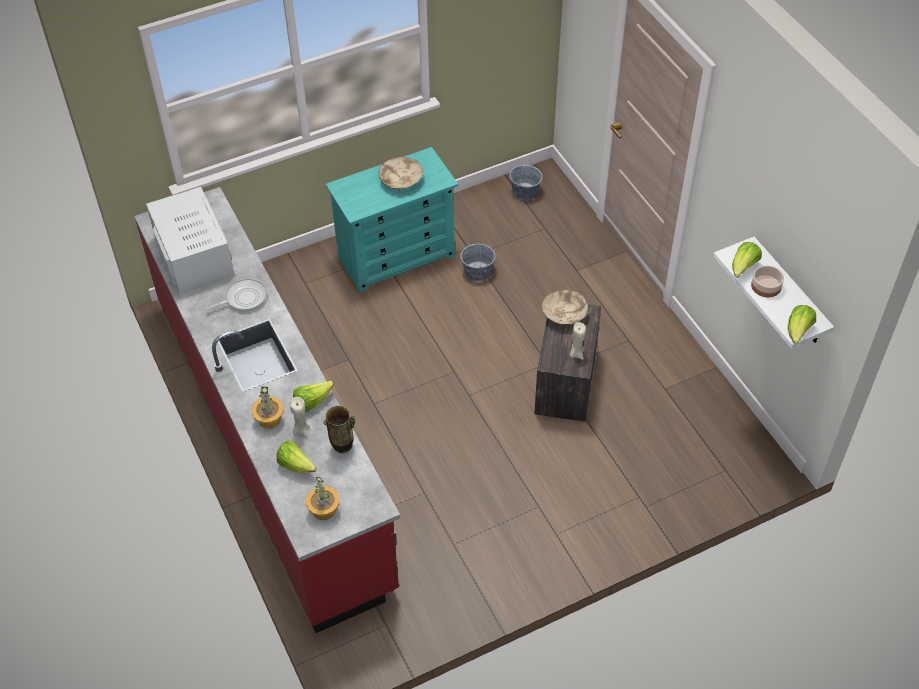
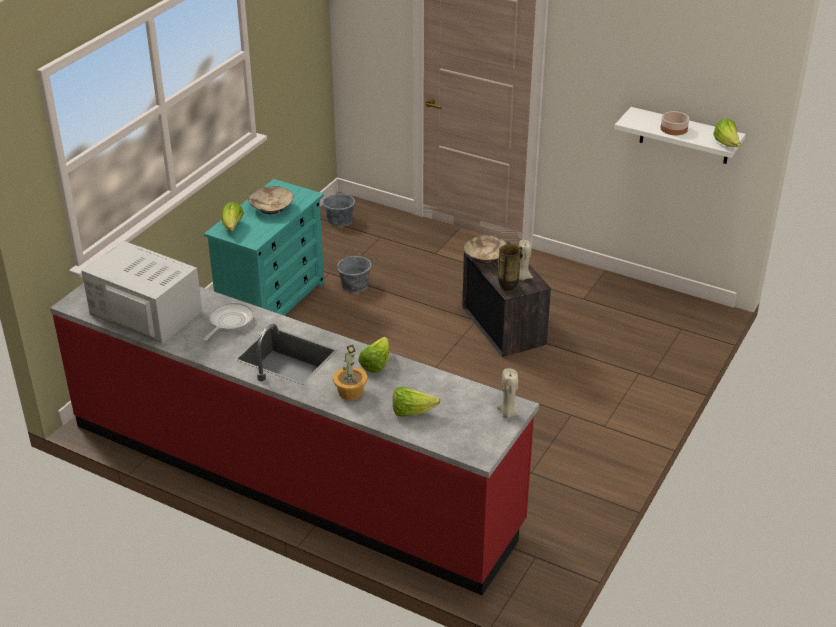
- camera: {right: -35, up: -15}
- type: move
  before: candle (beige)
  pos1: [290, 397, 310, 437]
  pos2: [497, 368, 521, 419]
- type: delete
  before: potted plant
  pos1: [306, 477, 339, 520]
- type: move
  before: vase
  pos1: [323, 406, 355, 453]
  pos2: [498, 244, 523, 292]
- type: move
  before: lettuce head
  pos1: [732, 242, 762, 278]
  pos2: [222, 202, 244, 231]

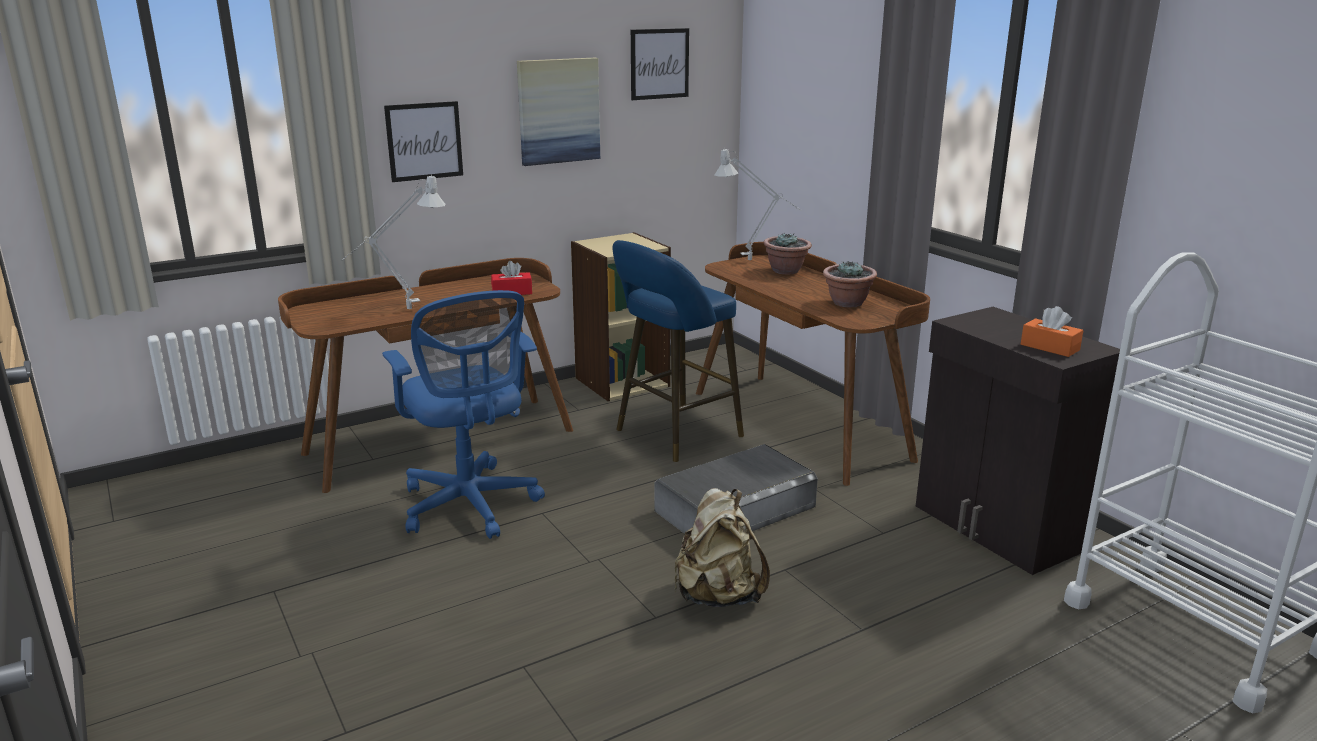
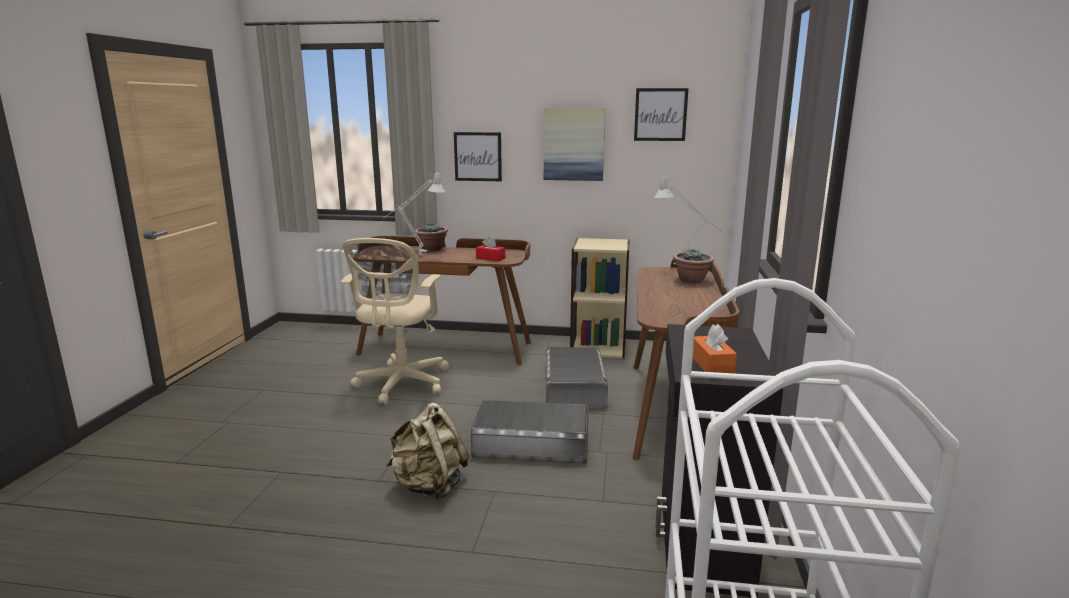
- camera: {right: 40, up: -5}
- type: recolor
  before: office chair (bluish)
  after: office chair (beige)
  pos1: [382, 290, 545, 539]
  pos2: [341, 238, 449, 404]
- type: replace
  before: sitting stool (bluish)
  after: storage box (grey)
  pos1: [613, 240, 744, 462]
  pos2: [546, 347, 608, 408]
- type: move
  before: potted plant
  pos1: [823, 261, 877, 308]
  pos2: [415, 223, 448, 252]

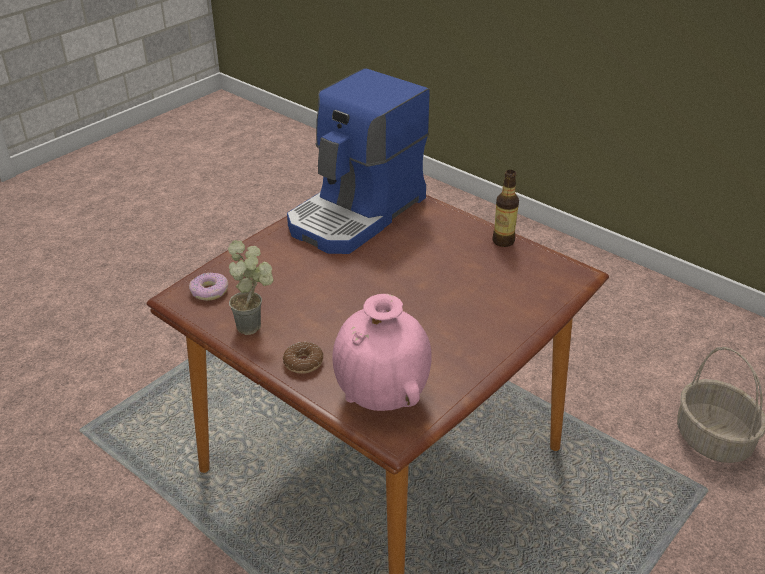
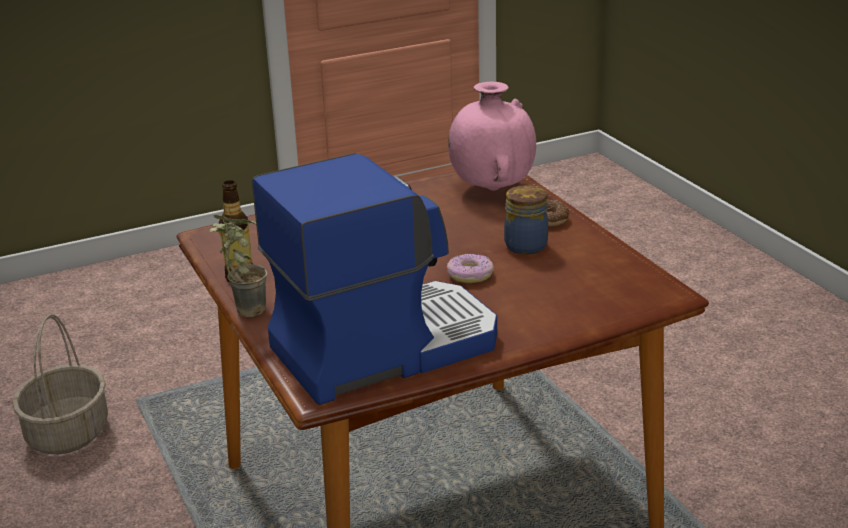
- camera: {right: -155, up: -10}
- type: move
  before: donut
  pos1: [189, 273, 228, 301]
  pos2: [447, 254, 494, 283]
- type: move
  before: potted plant
  pos1: [228, 240, 274, 335]
  pos2: [210, 215, 267, 317]
- type: insert
  after: storage jar
  pos2: [504, 185, 548, 254]

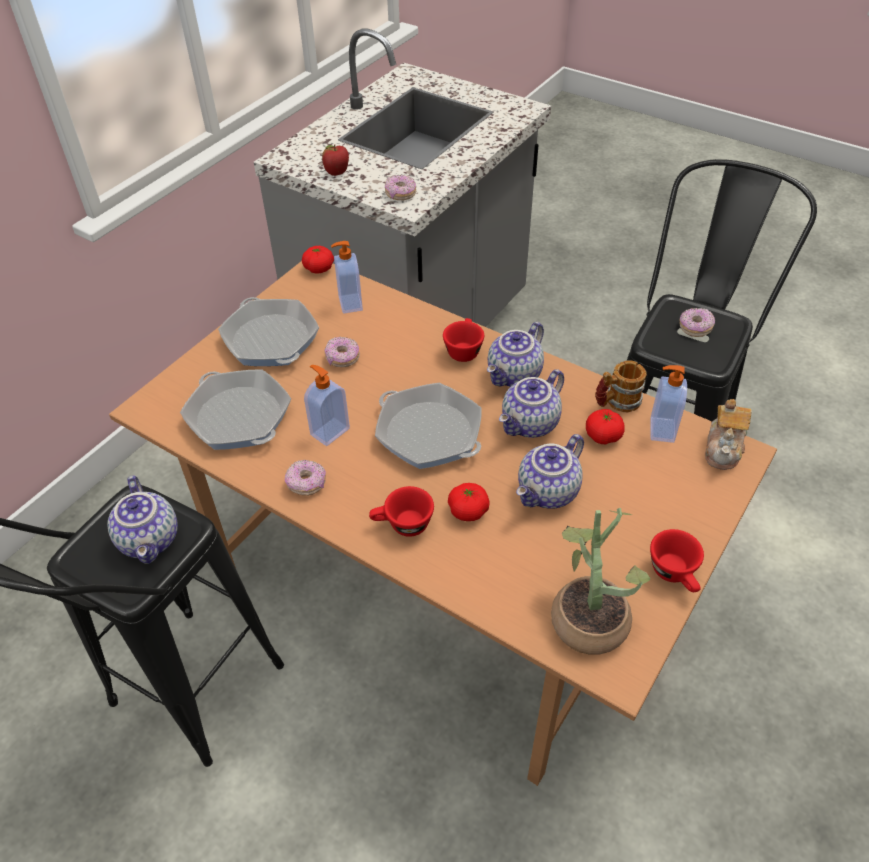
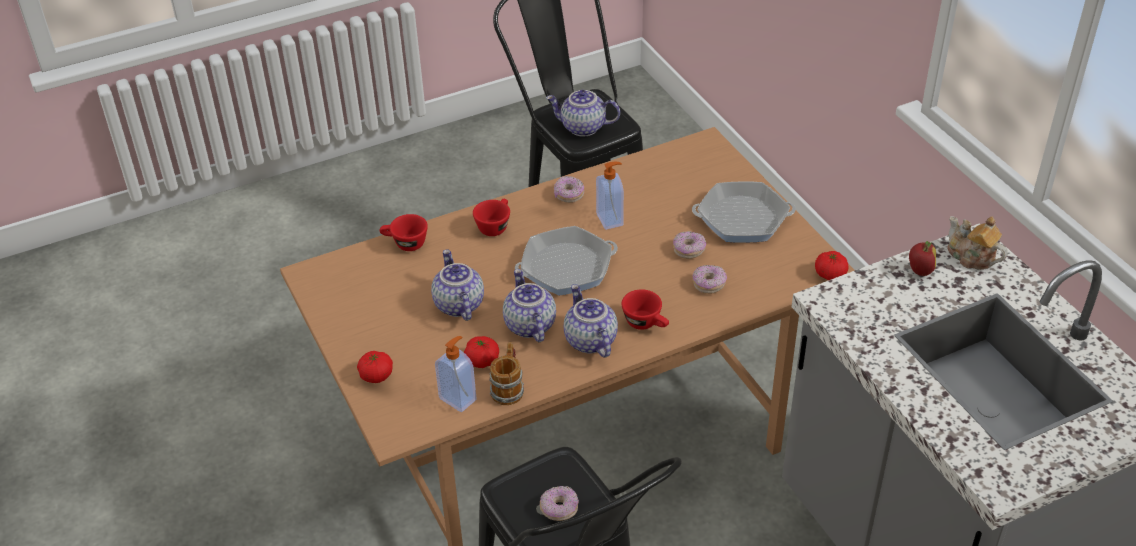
- camera: {right: 120, up: -5}
- type: delete
  before: skillet
  pos1: [180, 369, 291, 450]
- type: delete
  before: liquid soap bottle
  pos1: [331, 241, 363, 314]
- type: move
  before: donut
  pos1: [385, 175, 416, 200]
  pos2: [693, 265, 727, 294]
- type: move
  before: tomato
  pos1: [448, 483, 490, 521]
  pos2: [357, 351, 393, 383]
- type: delete
  before: potted plant
  pos1: [551, 508, 651, 655]
- type: move
  before: cup (reddish)
  pos1: [650, 529, 704, 592]
  pos2: [379, 214, 428, 251]
- type: move
  before: tea pot
  pos1: [705, 399, 751, 470]
  pos2: [947, 216, 1008, 270]

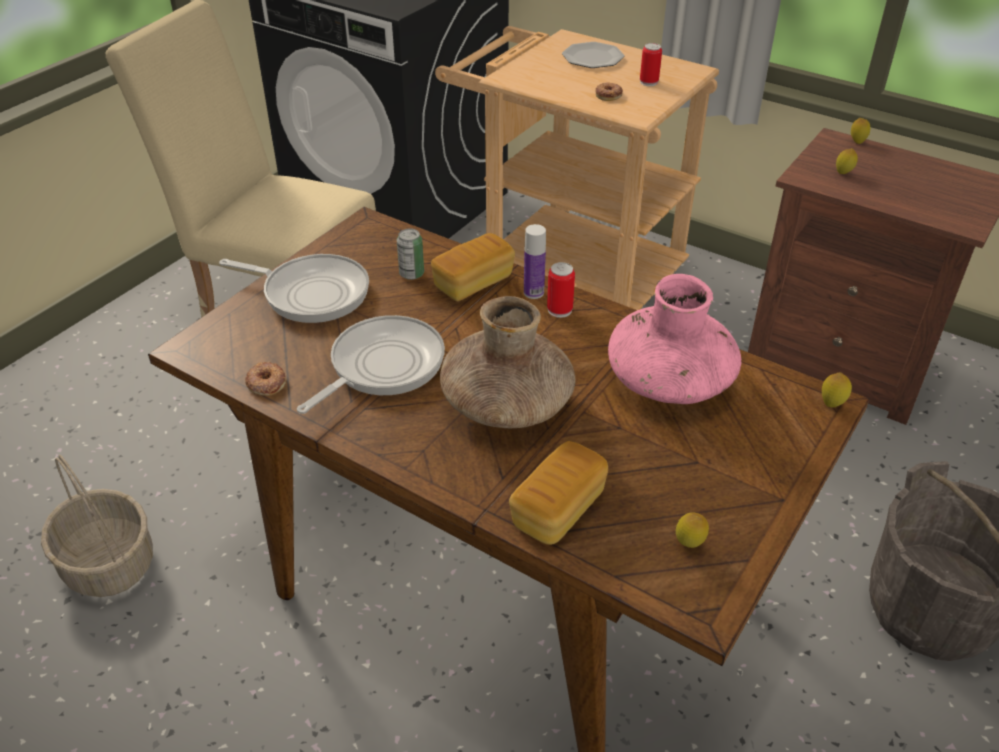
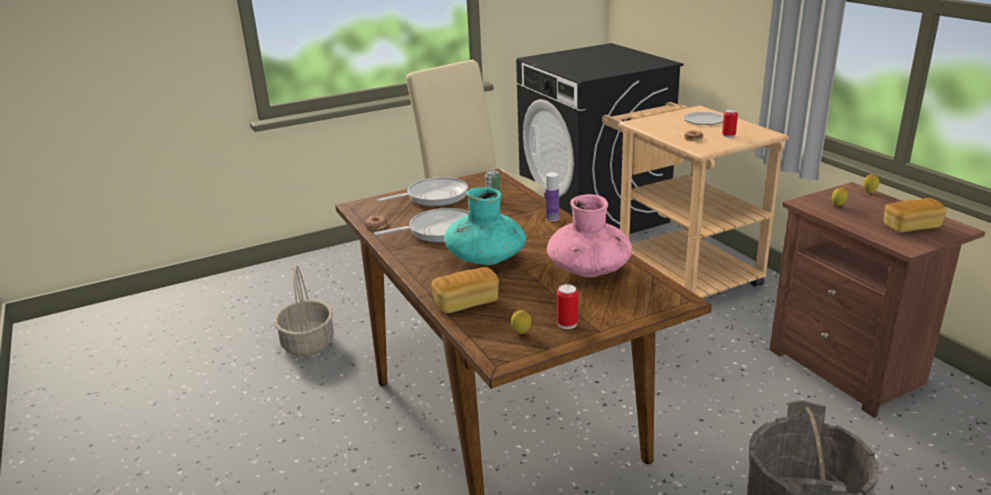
- camera: {right: 30, up: -15}
- type: rotate
  before: skillet
  pos1: [219, 254, 369, 323]
  pos2: [377, 177, 468, 206]
  turn: -75
- type: move
  before: bread
  pos1: [431, 233, 515, 301]
  pos2: [884, 198, 947, 233]
- type: recolor
  before: vase (brownish)
  after: vase (turquoise-coloured)
  pos1: [440, 296, 576, 428]
  pos2: [444, 187, 526, 265]
- type: move
  before: can
  pos1: [547, 262, 575, 318]
  pos2: [557, 284, 578, 329]
- type: delete
  before: lemon
  pos1: [822, 372, 852, 408]

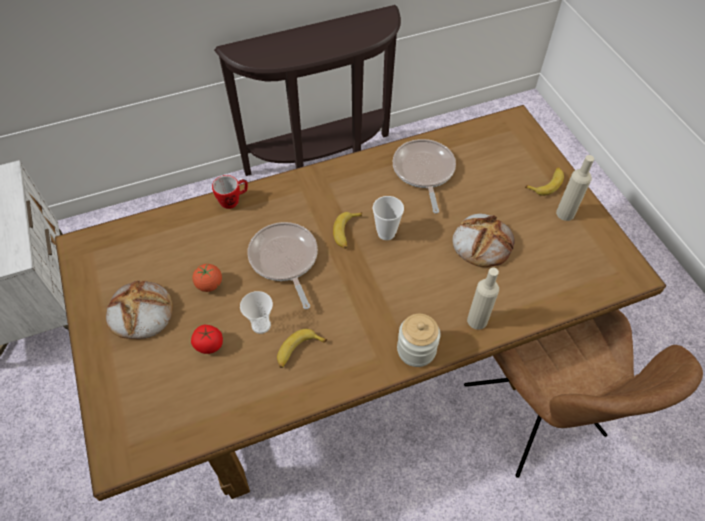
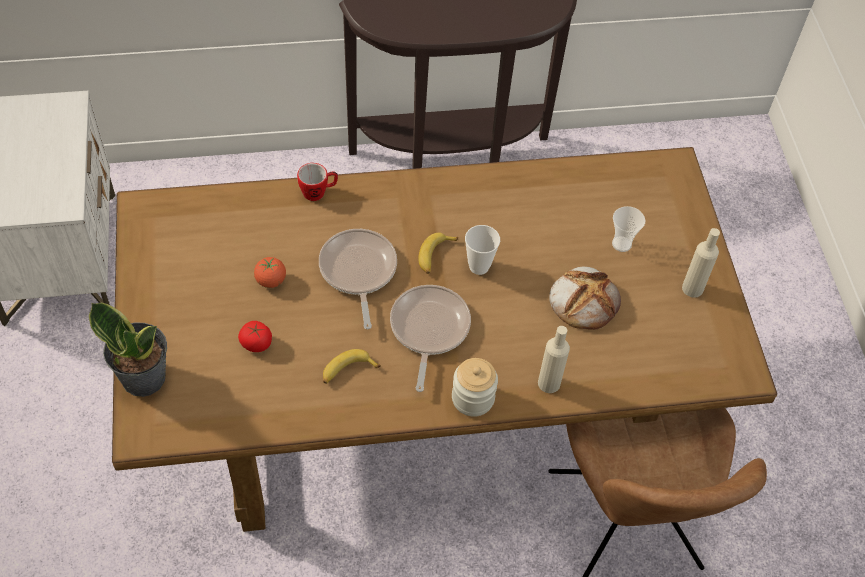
- camera: {right: 10, up: 0}
- type: delete
  before: bread
  pos1: [106, 280, 173, 339]
- type: move
  before: cup
  pos1: [240, 291, 273, 334]
  pos2: [612, 206, 645, 252]
- type: move
  before: skillet
  pos1: [393, 139, 456, 214]
  pos2: [390, 285, 471, 392]
- type: delete
  before: banana
  pos1: [525, 167, 564, 196]
- type: insert
  after: potted plant
  pos2: [89, 303, 167, 397]

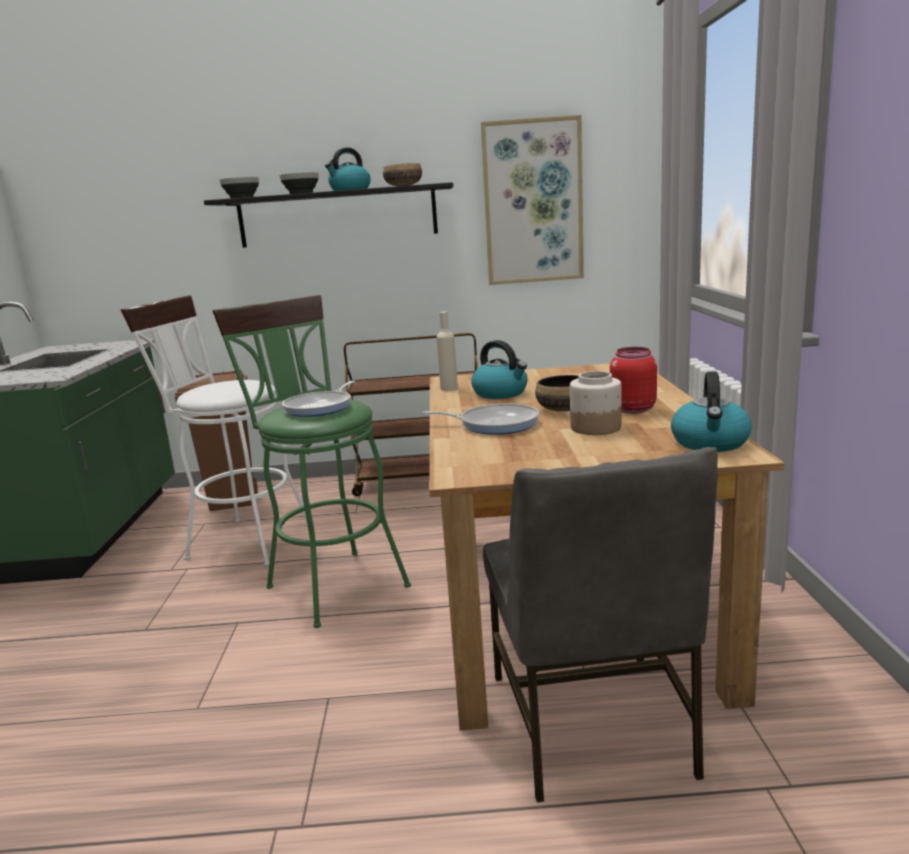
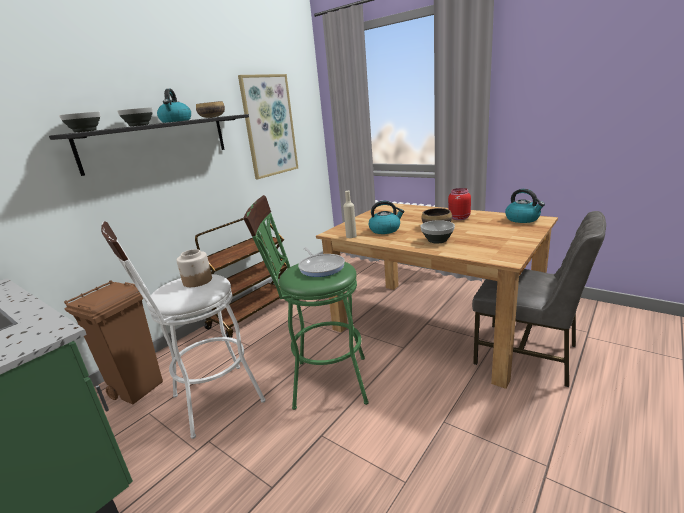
- camera: {right: -50, up: 5}
- type: replace
  before: skillet
  after: deep dish
  pos1: [422, 404, 539, 435]
  pos2: [421, 220, 455, 243]
- type: move
  before: storage jar
  pos1: [570, 371, 622, 435]
  pos2: [176, 249, 212, 287]

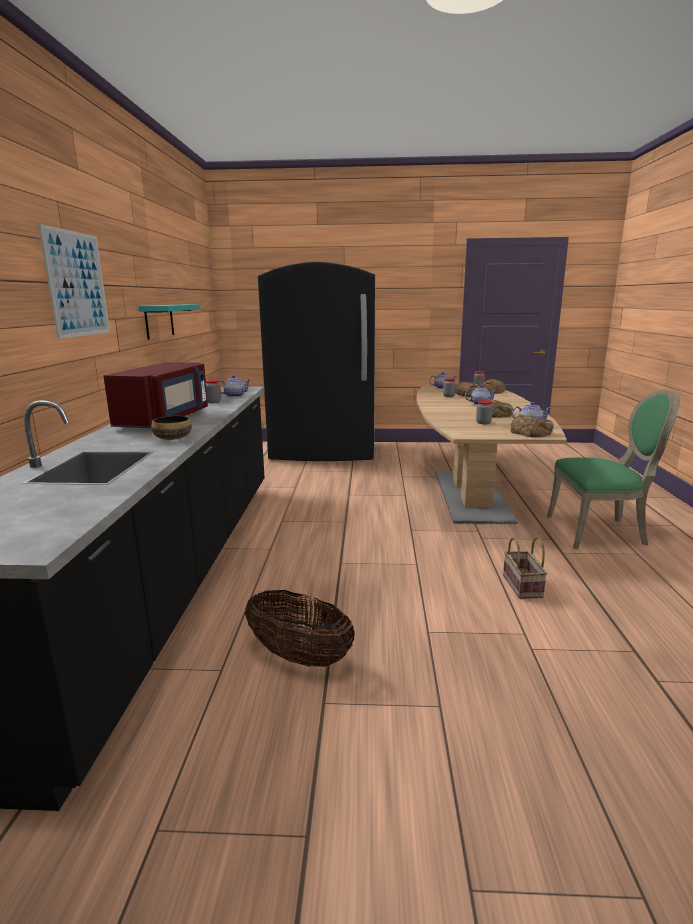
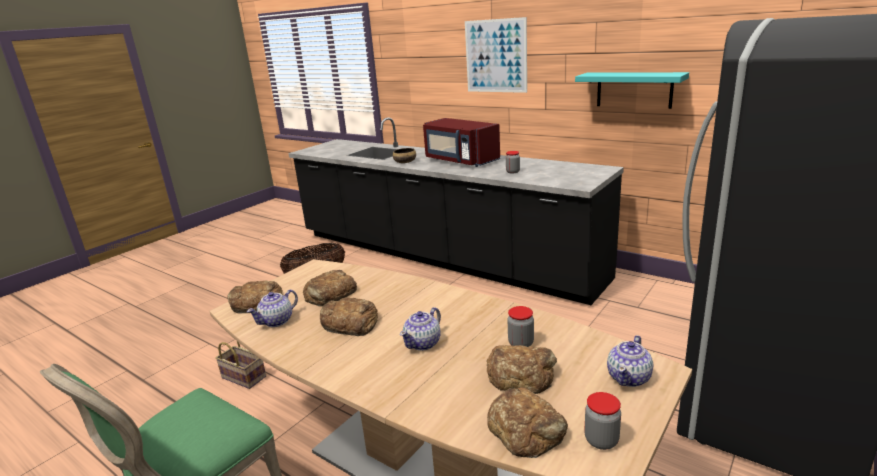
- camera: {right: 125, up: 5}
- type: delete
  before: tea pot
  pos1: [218, 375, 251, 397]
- type: replace
  before: storage jar
  after: bread
  pos1: [476, 400, 493, 424]
  pos2: [303, 270, 357, 307]

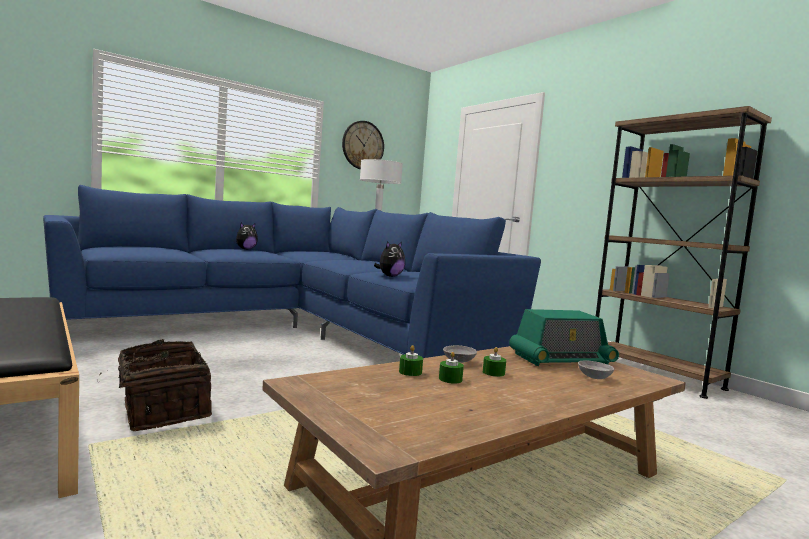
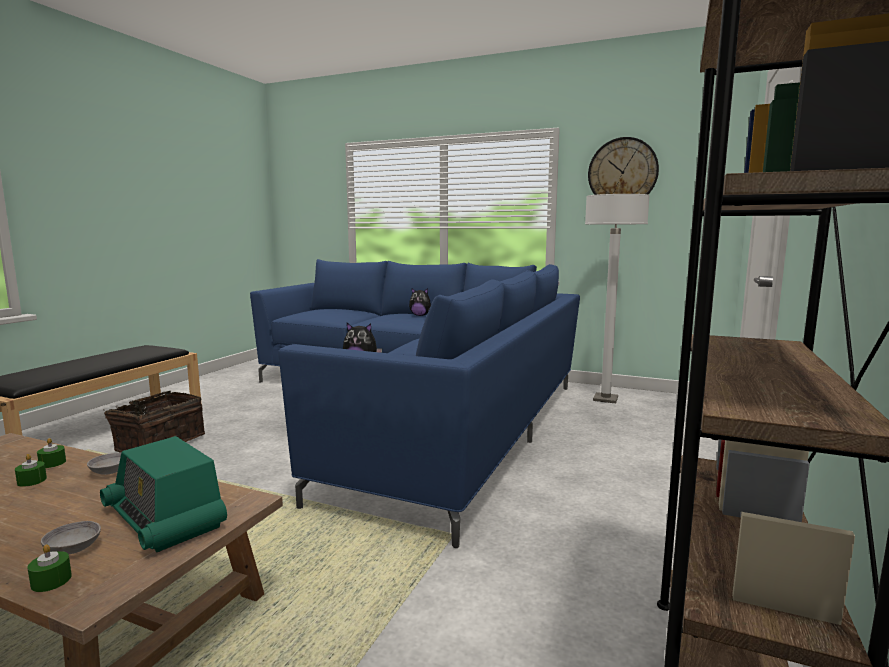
- camera: {right: 60, up: 5}
- type: move
  before: candle (greenish)
  pos1: [483, 347, 506, 377]
  pos2: [27, 544, 72, 592]

